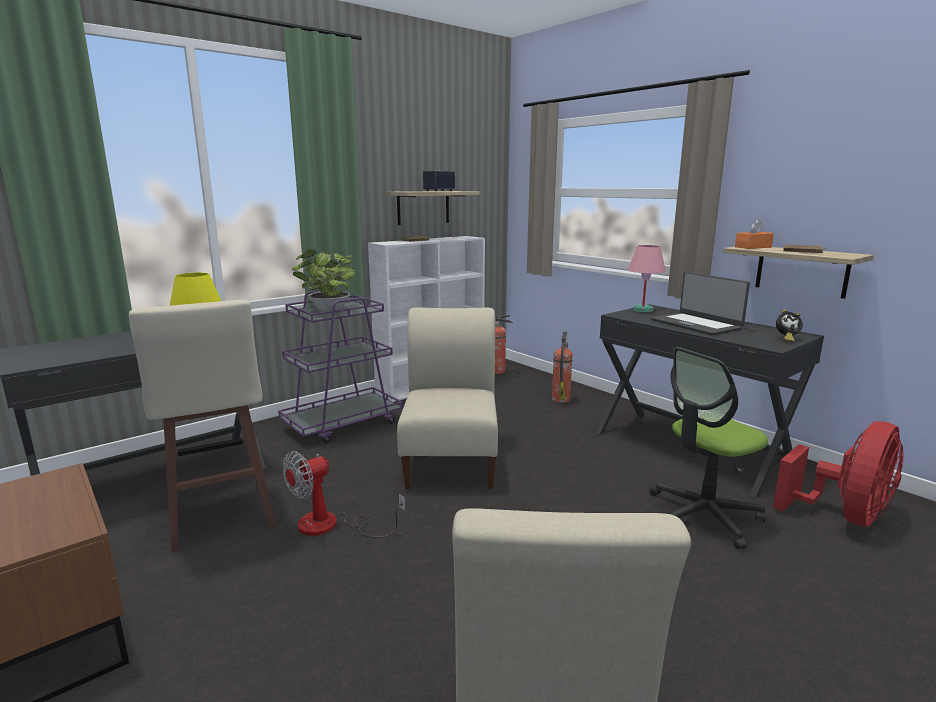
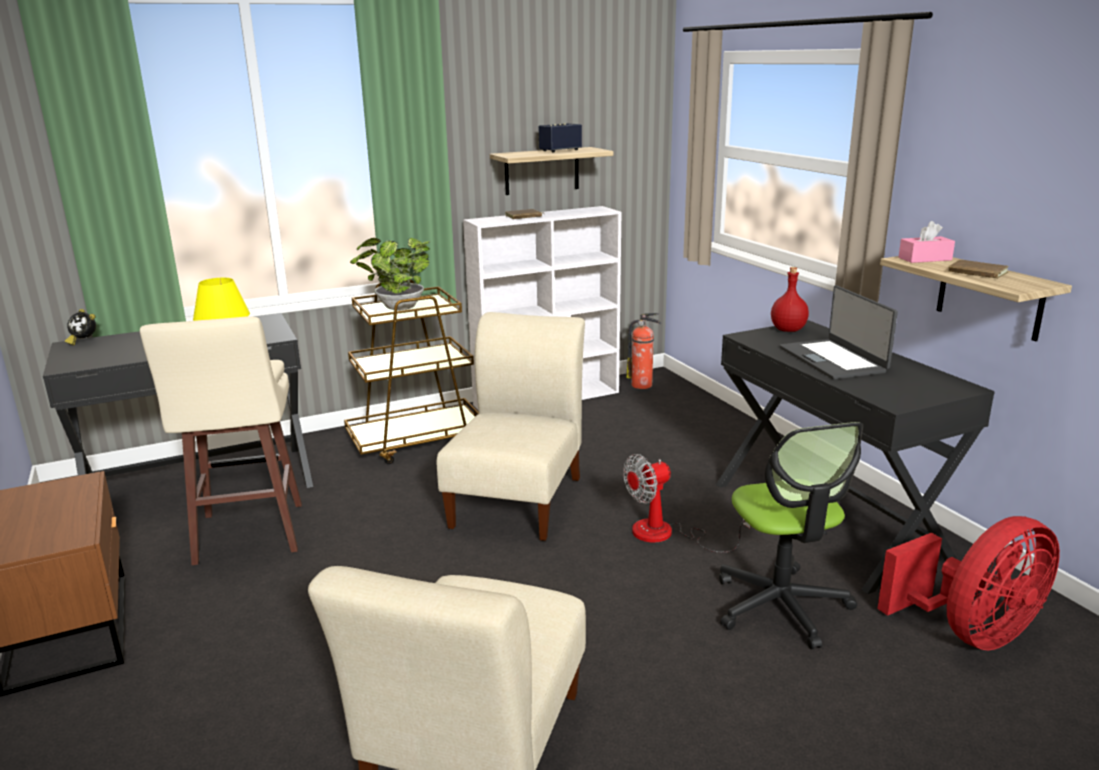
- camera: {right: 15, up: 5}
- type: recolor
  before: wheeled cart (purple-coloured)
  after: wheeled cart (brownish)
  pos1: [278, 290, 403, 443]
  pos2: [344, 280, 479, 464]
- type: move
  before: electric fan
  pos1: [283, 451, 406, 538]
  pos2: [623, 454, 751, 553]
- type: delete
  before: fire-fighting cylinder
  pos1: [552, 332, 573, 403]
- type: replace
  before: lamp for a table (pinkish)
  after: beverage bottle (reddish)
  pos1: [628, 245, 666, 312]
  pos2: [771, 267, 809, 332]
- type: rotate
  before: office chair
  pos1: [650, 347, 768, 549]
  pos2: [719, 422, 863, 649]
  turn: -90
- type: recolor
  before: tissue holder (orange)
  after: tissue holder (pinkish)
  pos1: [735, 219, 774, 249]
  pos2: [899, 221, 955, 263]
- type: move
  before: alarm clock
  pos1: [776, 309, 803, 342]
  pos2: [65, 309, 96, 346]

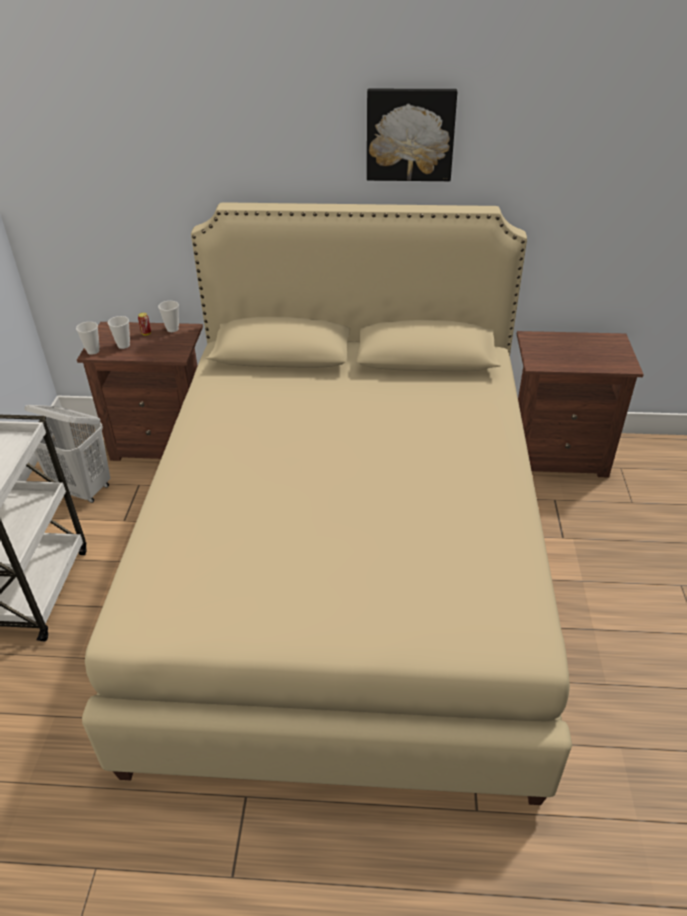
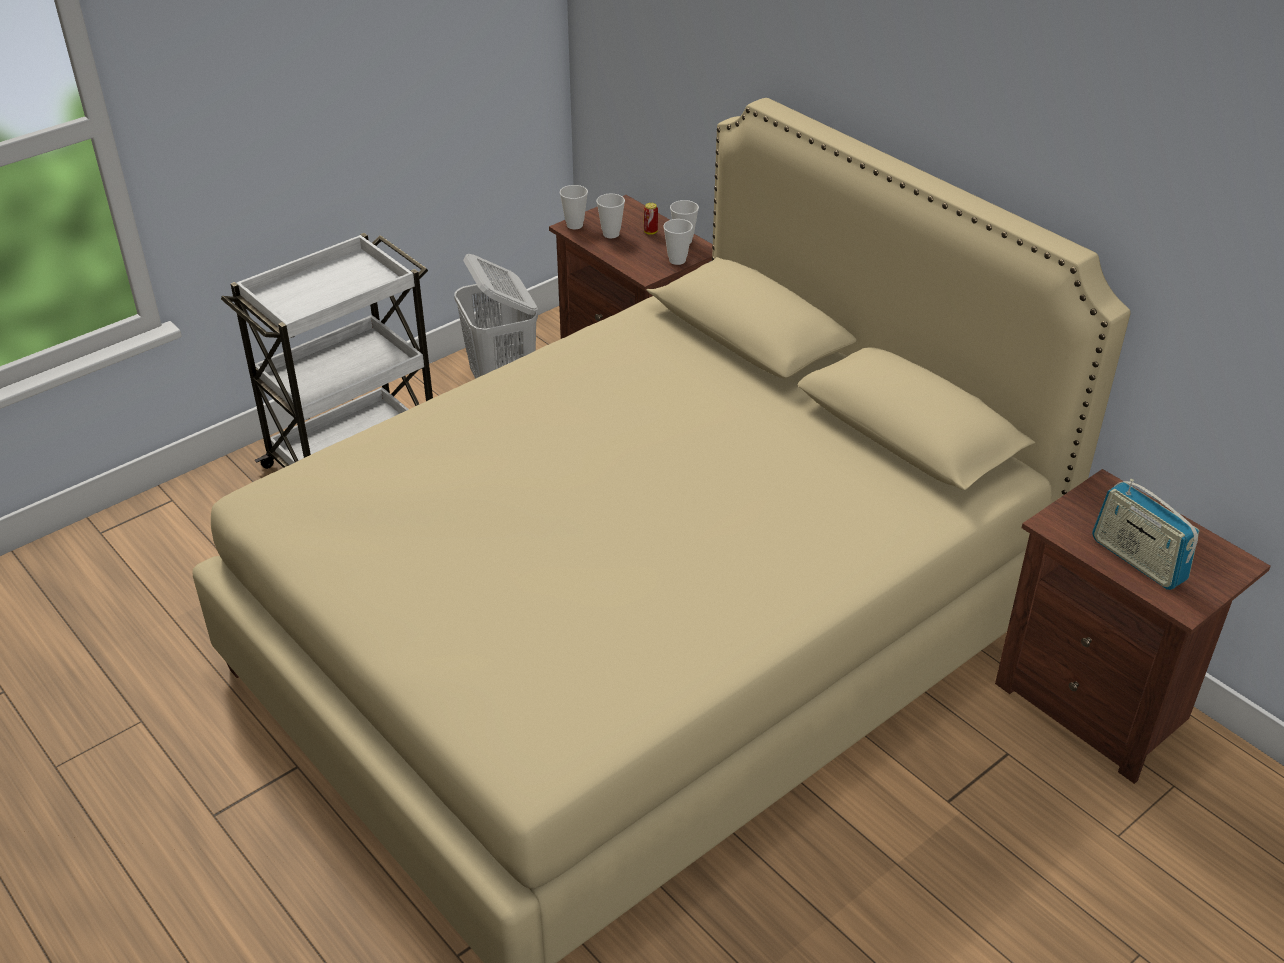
- camera: {right: 45, up: 0}
- type: delete
  before: wall art
  pos1: [367, 89, 457, 181]
- type: insert
  after: cup
  pos2: [663, 219, 693, 265]
- type: insert
  after: radio receiver
  pos2: [1092, 479, 1199, 590]

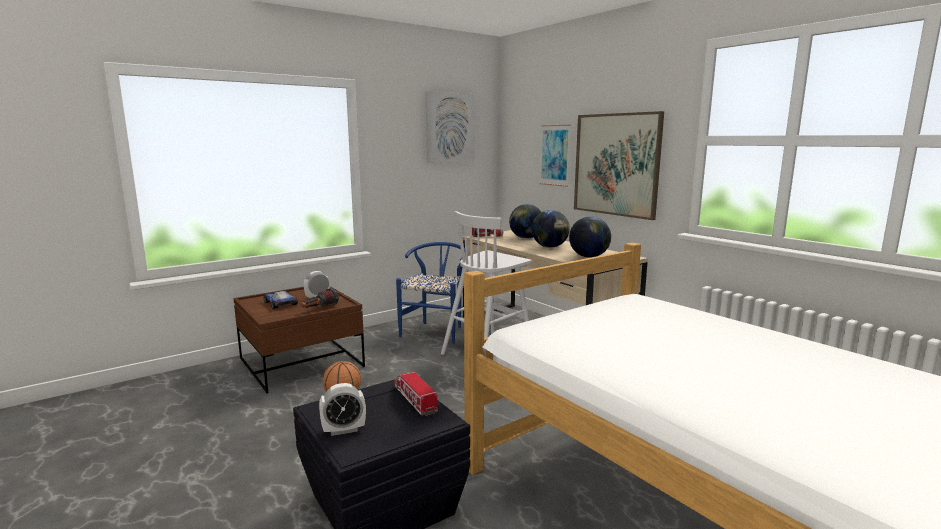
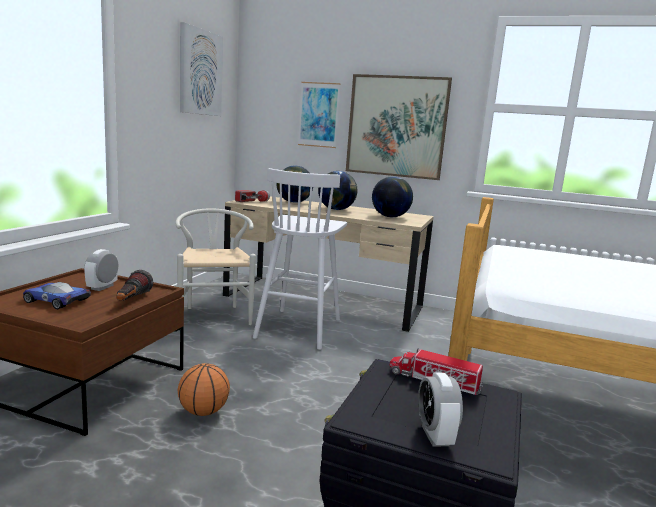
- camera: {right: -35, up: 0}
- type: rotate
  before: alarm clock
  pos1: [319, 383, 366, 436]
  pos2: [418, 373, 463, 446]
  turn: 135
- type: recolor
  before: upright chair (bluish)
  after: upright chair (whitish)
  pos1: [396, 242, 465, 344]
  pos2: [175, 208, 256, 325]

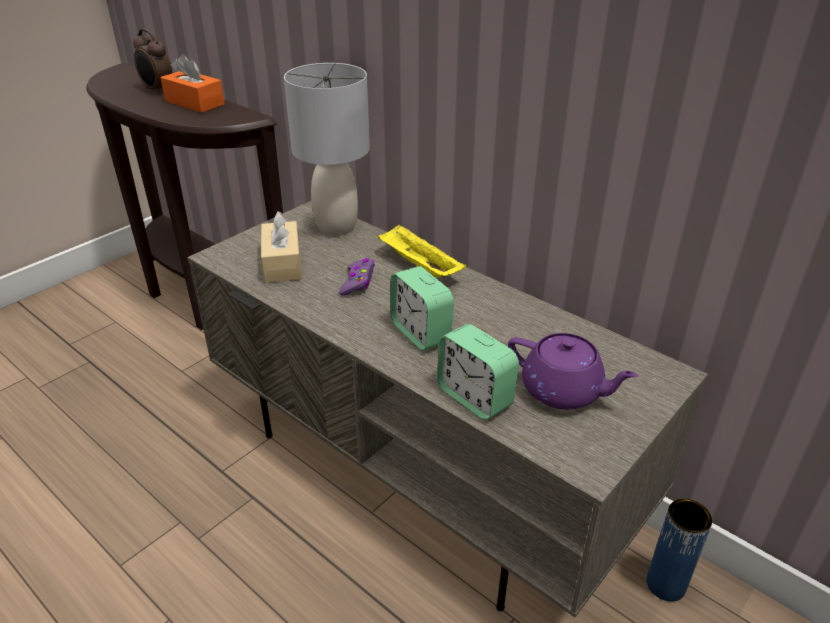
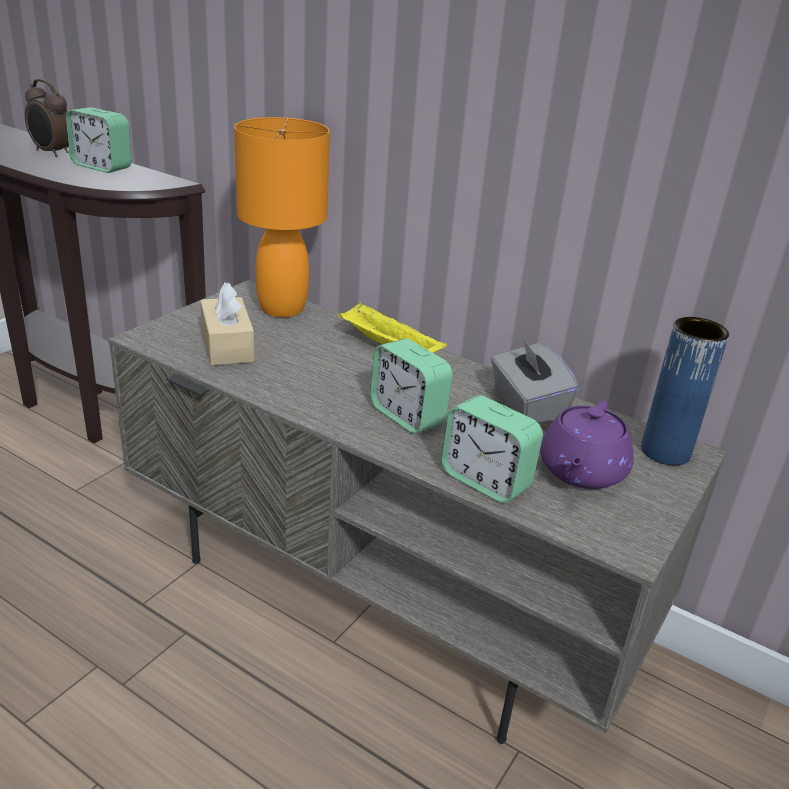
- camera: {right: -10, up: -5}
- type: replace
  before: tissue holder (orange)
  after: alarm clock
  pos1: [161, 54, 225, 113]
  pos2: [66, 107, 131, 173]
- type: recolor
  before: lamp for a table (grey)
  after: lamp for a table (orange)
  pos1: [284, 63, 370, 236]
  pos2: [234, 117, 330, 317]
- type: delete
  before: game controller (purple-coloured)
  pos1: [339, 258, 375, 296]
- type: rotate
  before: tea pot (purple-coloured)
  pos1: [508, 333, 638, 409]
  pos2: [540, 400, 634, 489]
  turn: 90
- type: move
  before: vase (bluish)
  pos1: [646, 499, 712, 602]
  pos2: [641, 317, 729, 465]
- type: insert
  after: tissue holder (grey)
  pos2: [491, 336, 579, 424]

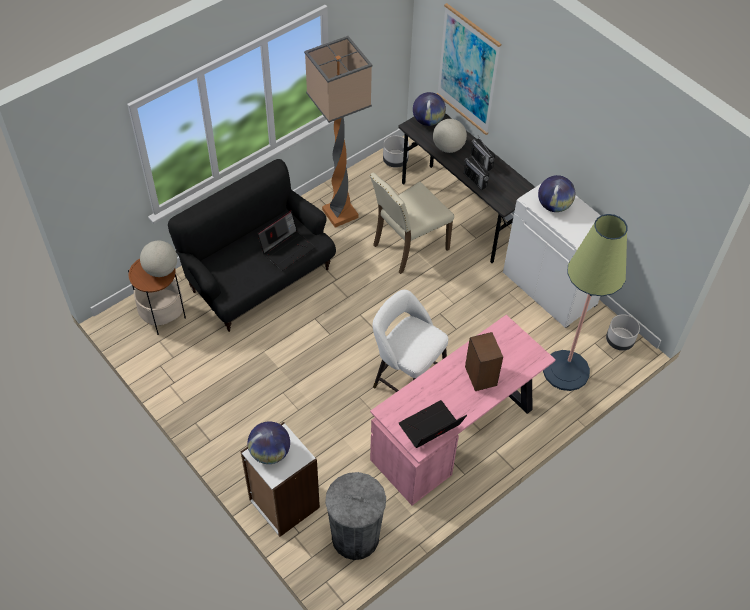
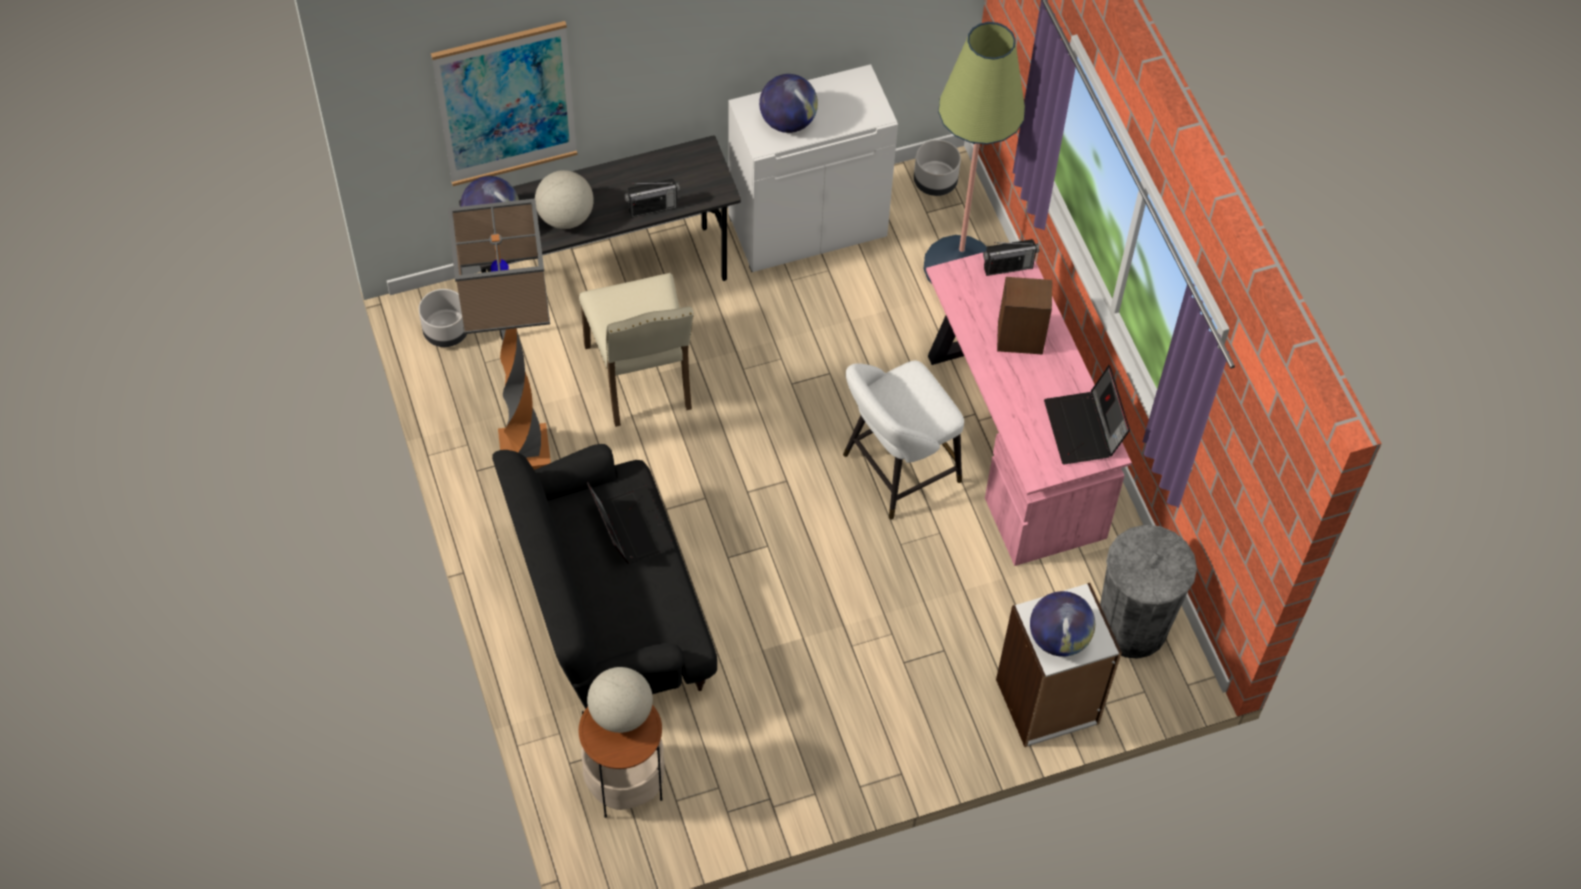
- camera: {right: -70, up: 5}
- type: move
  before: radio receiver
  pos1: [471, 136, 495, 172]
  pos2: [983, 239, 1039, 276]

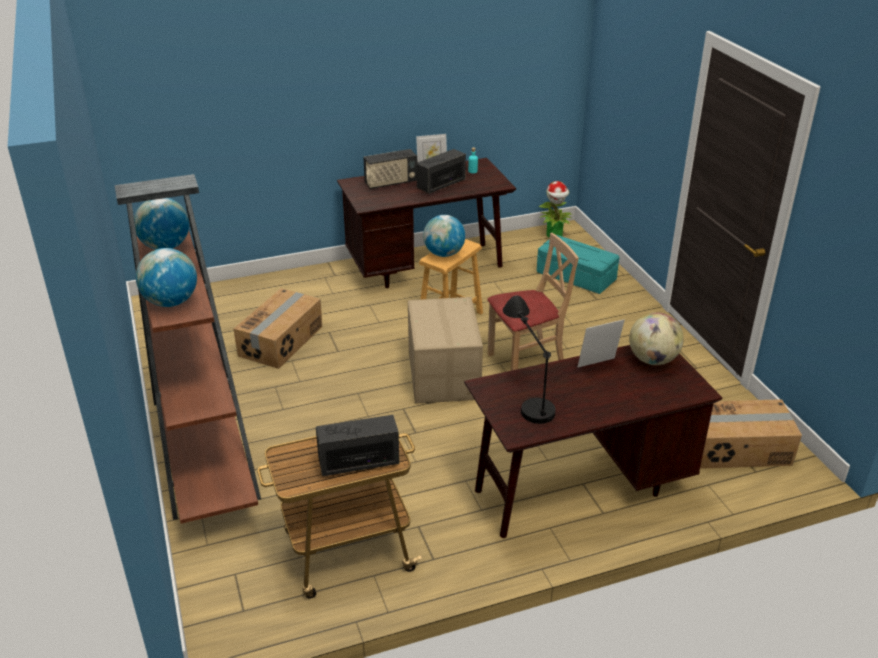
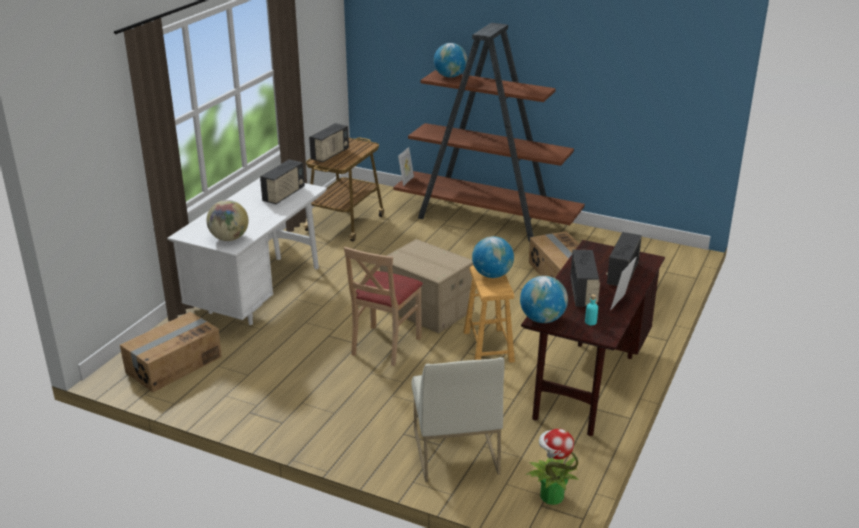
- camera: {right: 135, up: -5}
- type: move
  before: globe
  pos1: [134, 198, 189, 250]
  pos2: [520, 276, 568, 323]
- type: recolor
  before: desk unit (brownish)
  after: desk unit (whitish)
  pos1: [464, 345, 722, 538]
  pos2: [167, 178, 327, 325]
- type: replace
  before: lamp for a table (black)
  after: radio receiver
  pos1: [503, 295, 556, 424]
  pos2: [260, 159, 305, 204]
- type: replace
  before: storage box (turquoise-coloured)
  after: upright chair (whitish)
  pos1: [537, 235, 619, 294]
  pos2: [412, 357, 504, 482]
- type: move
  before: standing frame
  pos1: [577, 319, 625, 368]
  pos2: [398, 147, 414, 186]

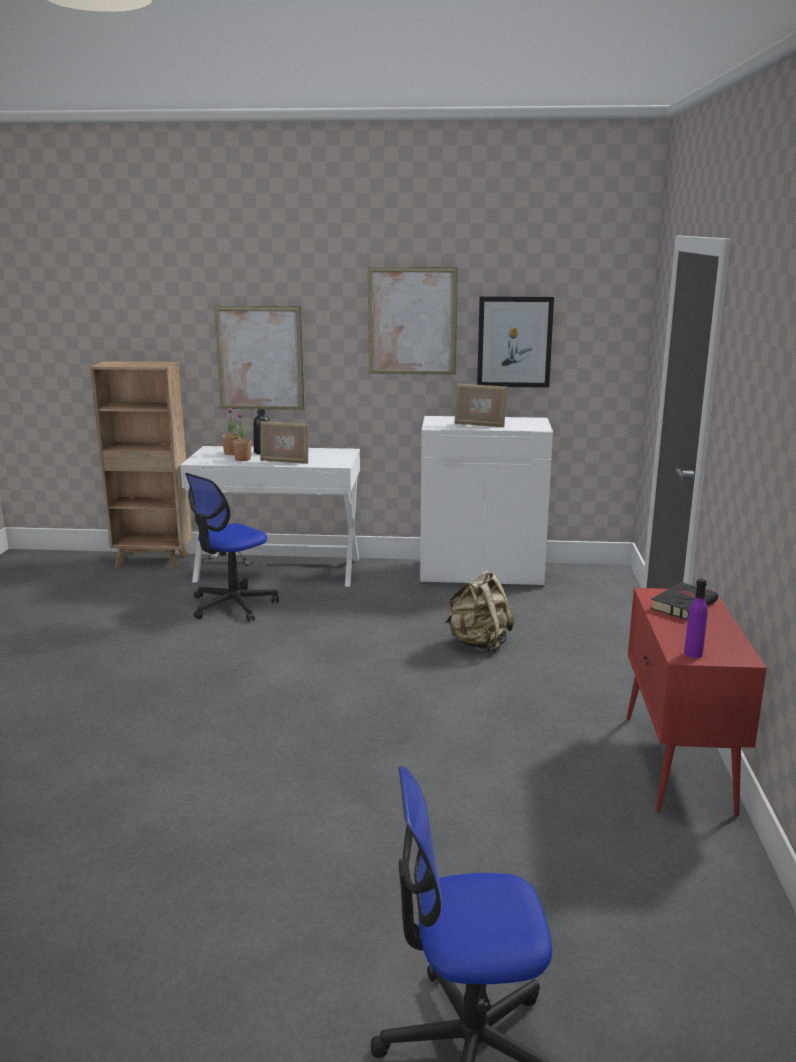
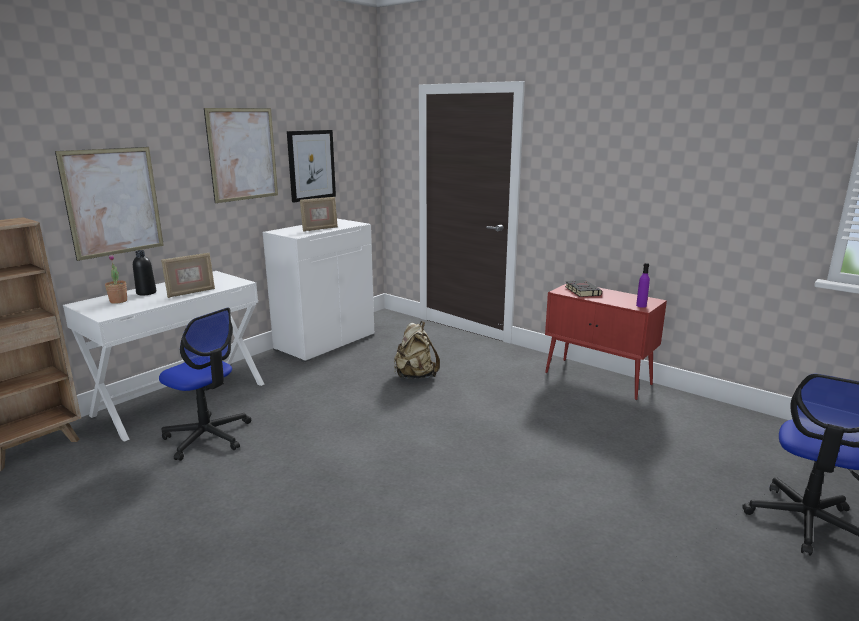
- camera: {right: -55, up: 0}
- type: rotate
  before: office chair
  pos1: [185, 473, 279, 622]
  pos2: [159, 308, 251, 461]
  turn: -45
- type: delete
  before: potted plant
  pos1: [232, 412, 251, 461]

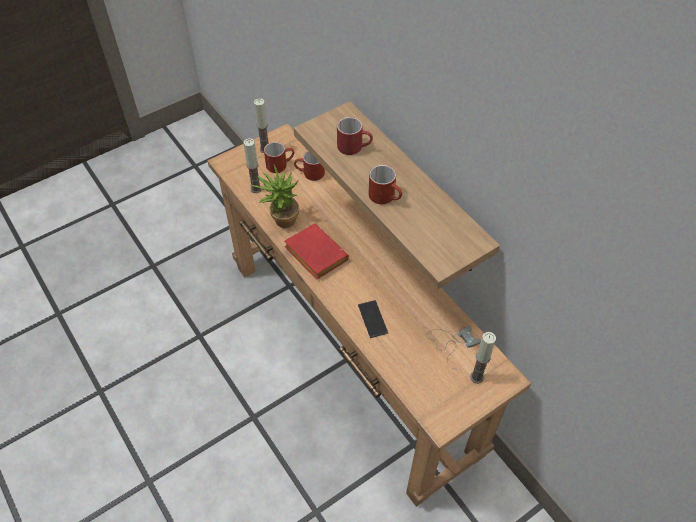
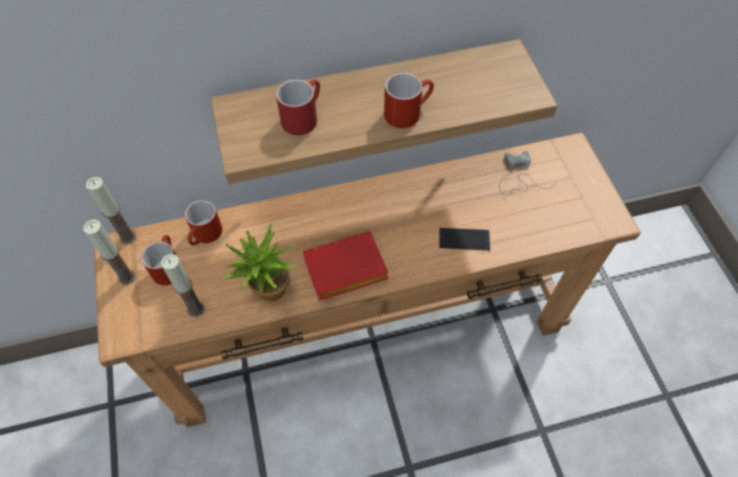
- camera: {right: -70, up: 5}
- type: move
  before: candle
  pos1: [470, 332, 496, 383]
  pos2: [86, 177, 136, 244]

